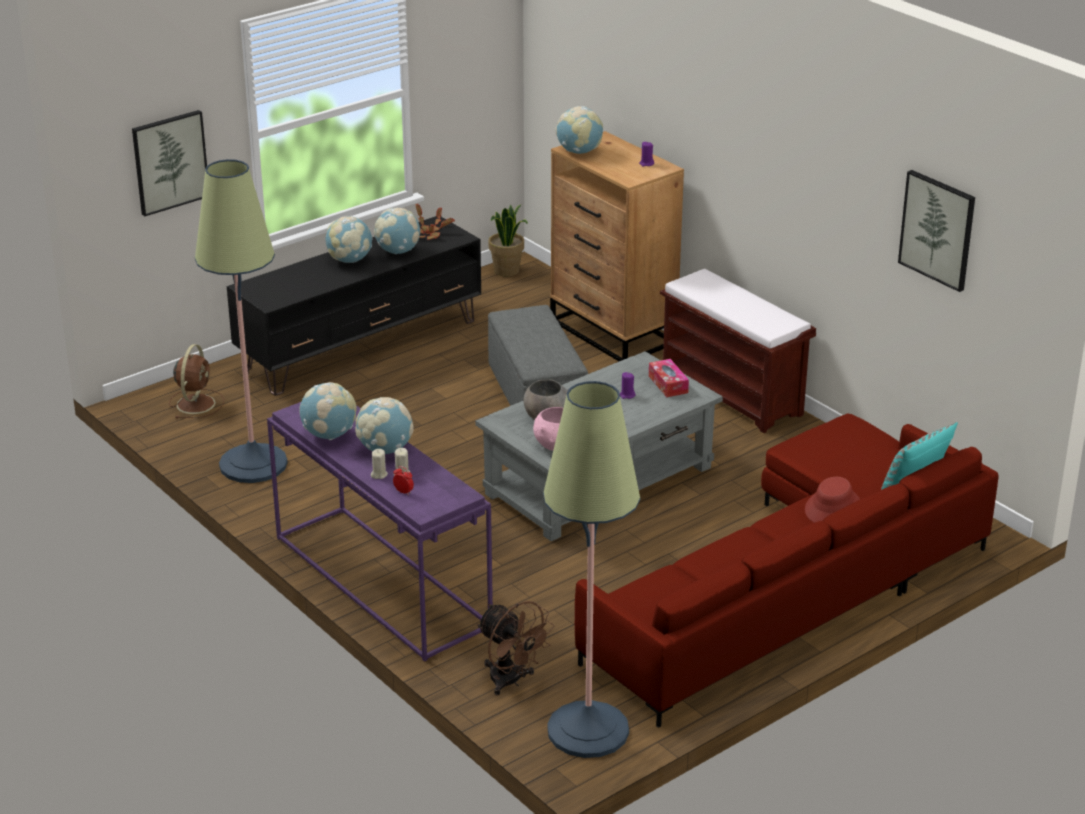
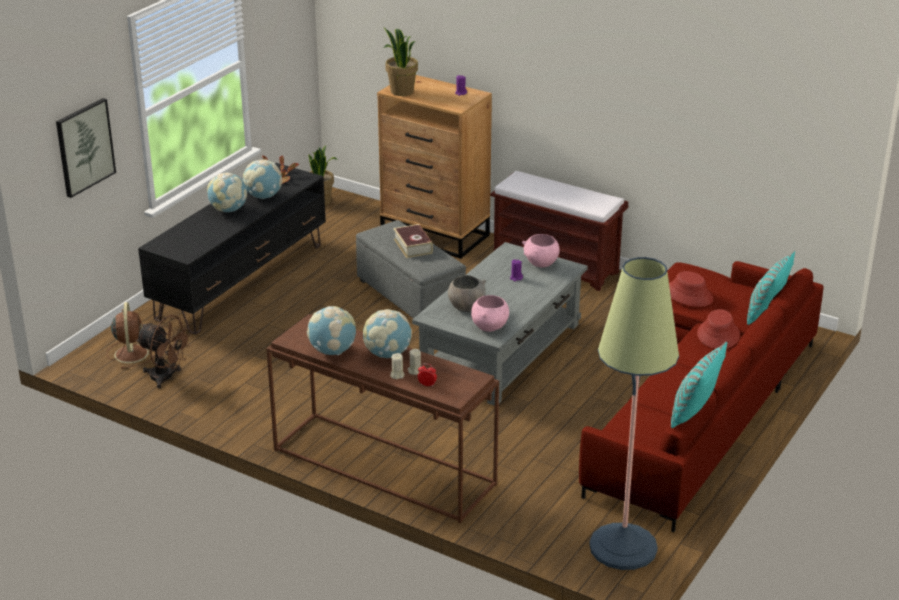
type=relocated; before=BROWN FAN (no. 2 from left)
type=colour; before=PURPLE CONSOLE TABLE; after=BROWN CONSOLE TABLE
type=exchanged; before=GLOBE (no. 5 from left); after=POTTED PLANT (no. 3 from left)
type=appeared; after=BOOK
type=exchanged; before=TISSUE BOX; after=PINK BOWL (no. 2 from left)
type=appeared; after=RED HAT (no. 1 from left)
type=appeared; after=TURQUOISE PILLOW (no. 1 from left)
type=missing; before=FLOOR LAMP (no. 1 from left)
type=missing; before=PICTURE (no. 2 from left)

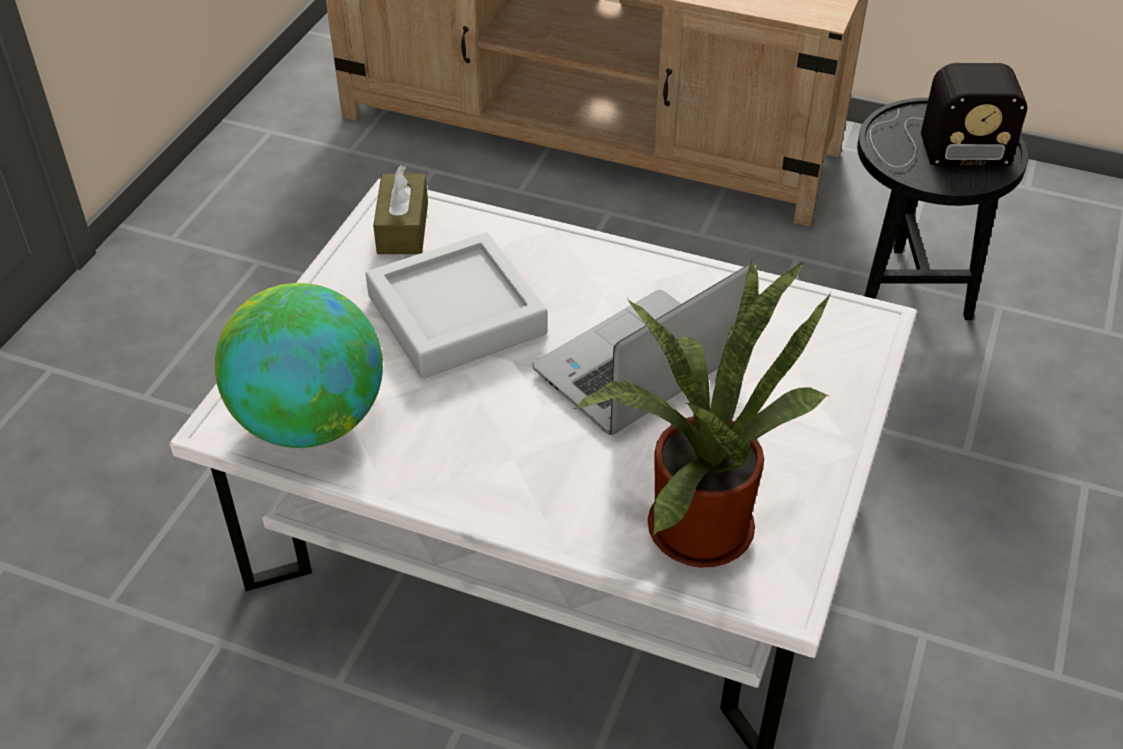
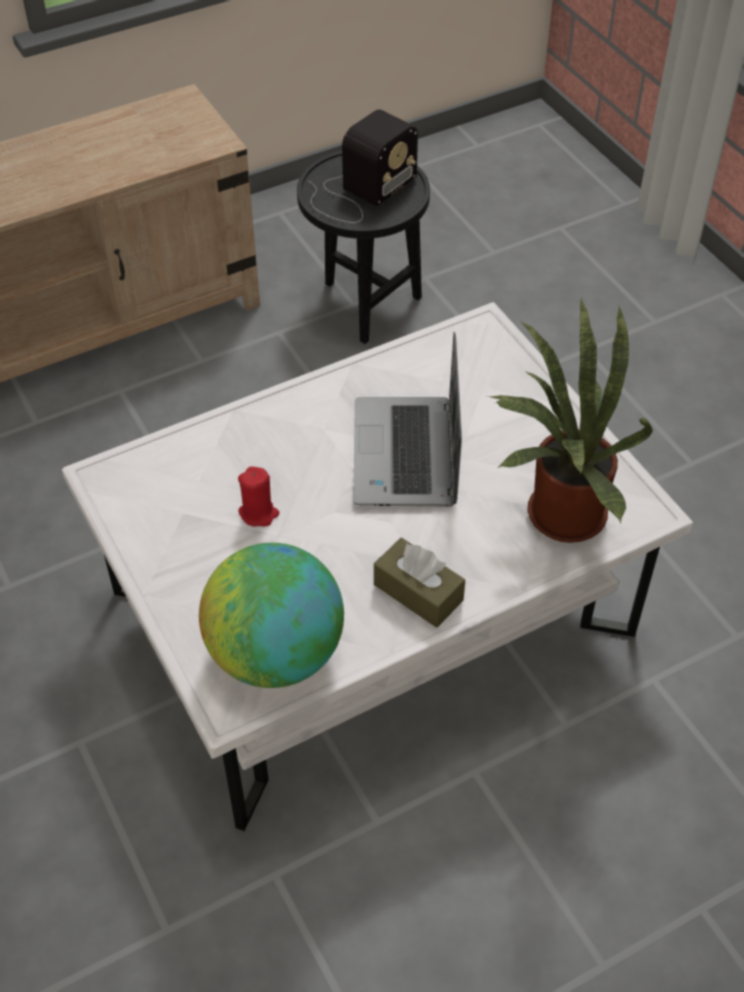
type=exchanged; before=GREY TRAY; after=RED CANDLE
type=relocated; before=BROWN TISSUE BOX

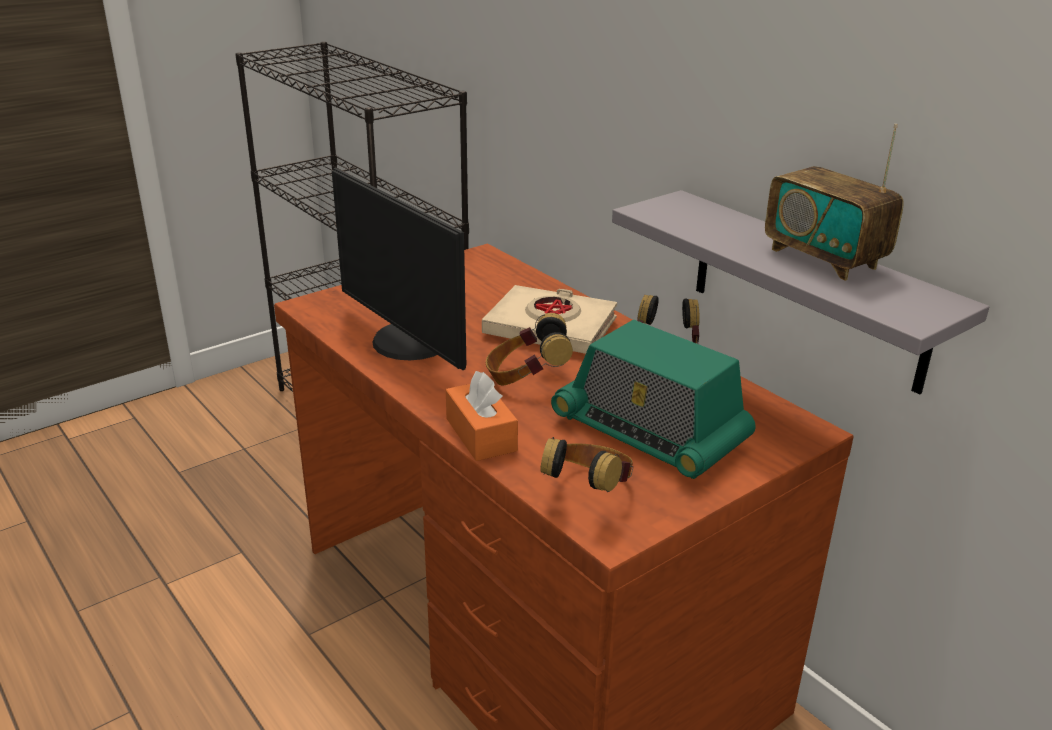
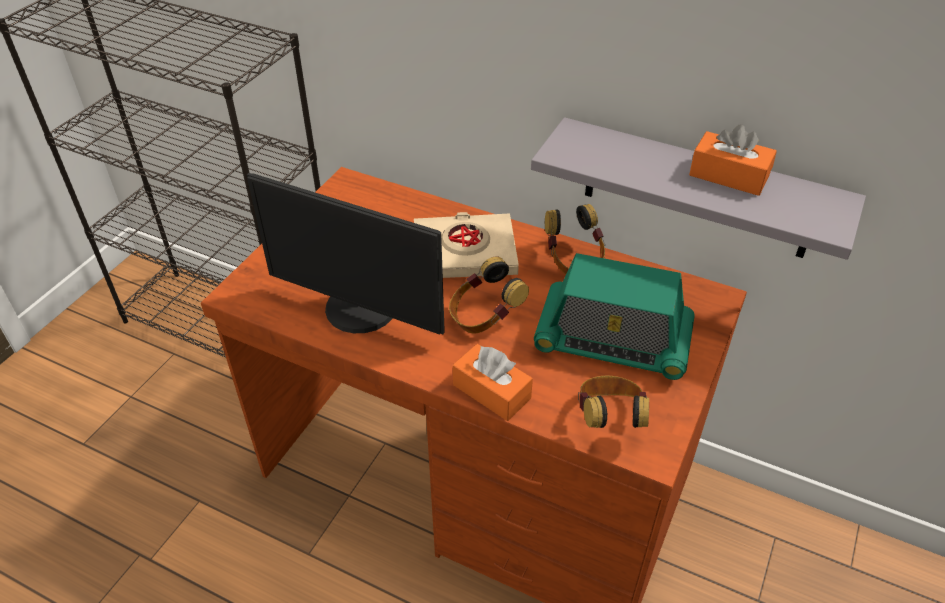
type=exchanged; before=RADIO (no. 2 from left); after=ORANGE TISSUE BOX (no. 2 from left)

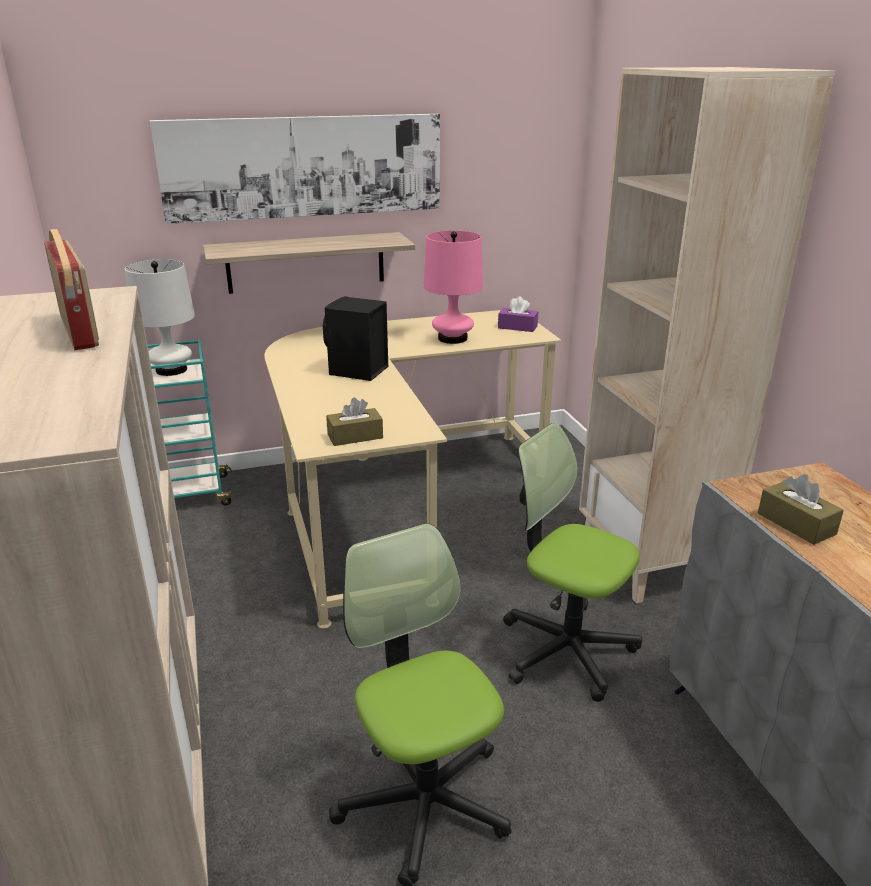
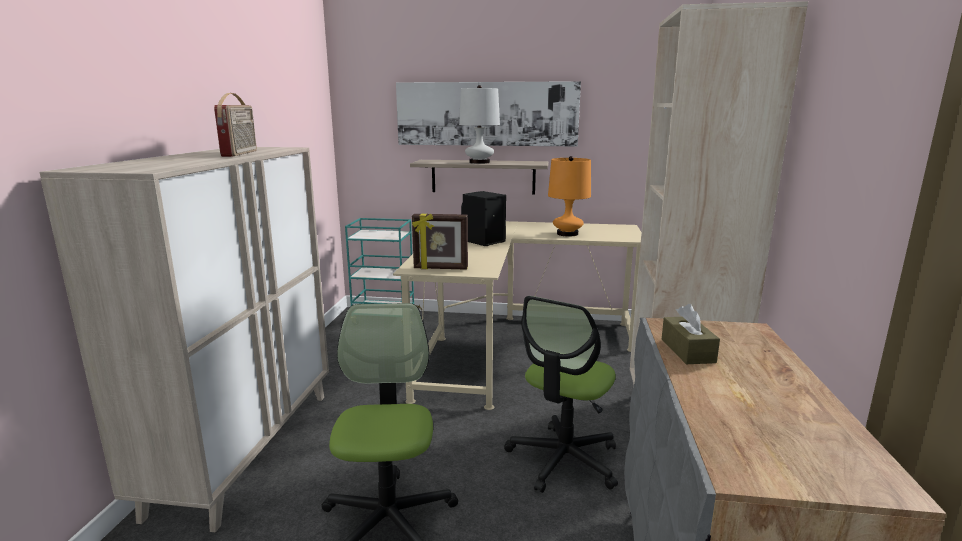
type=exchanged; before=BROWN TISSUE BOX (no. 1 from left); after=PICTURE FRAME
type=relocated; before=WHITE TABLE LAMP
type=spun; before=OFFICE CHAIR (no. 2 from left); turn=-120
type=colour; before=PINK TABLE LAMP; after=ORANGE TABLE LAMP
type=missing; before=PURPLE TISSUE BOX

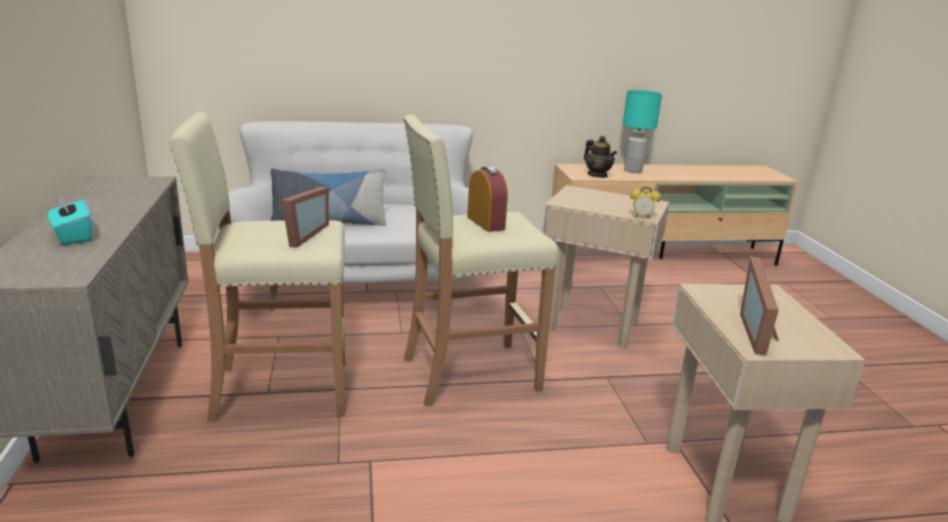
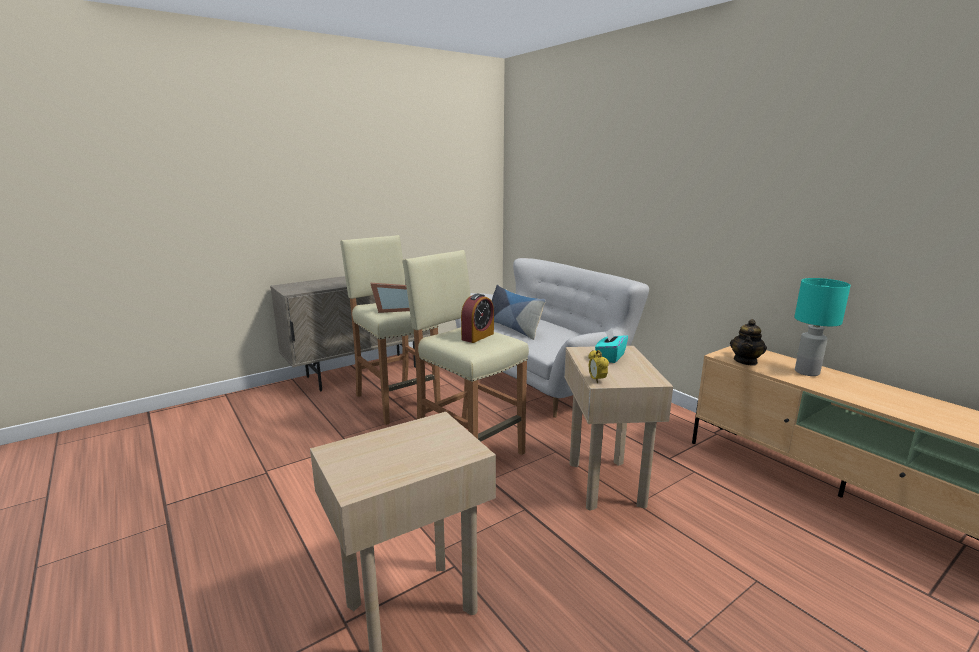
type=relocated; before=TURQUOISE TISSUE BOX
type=missing; before=PICTURE FRAME (no. 2 from left)

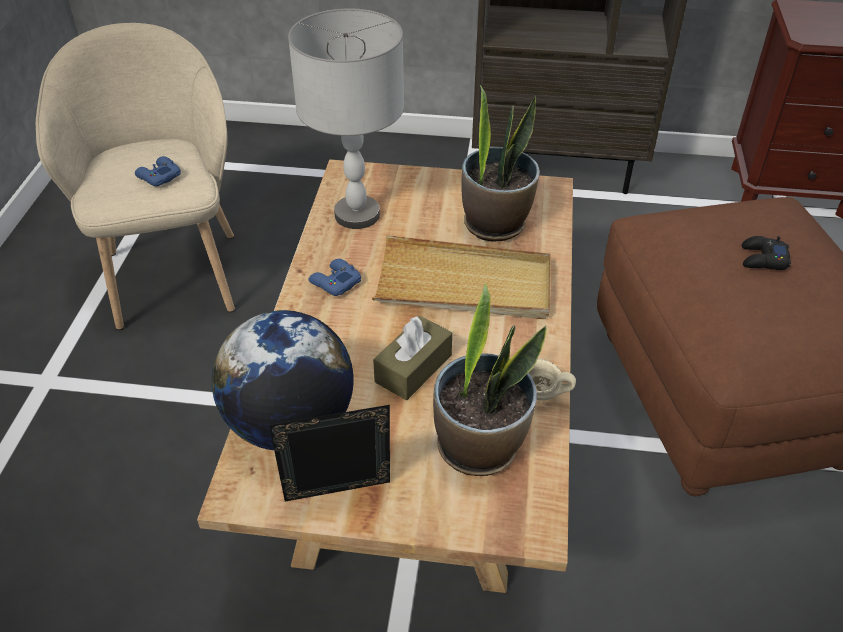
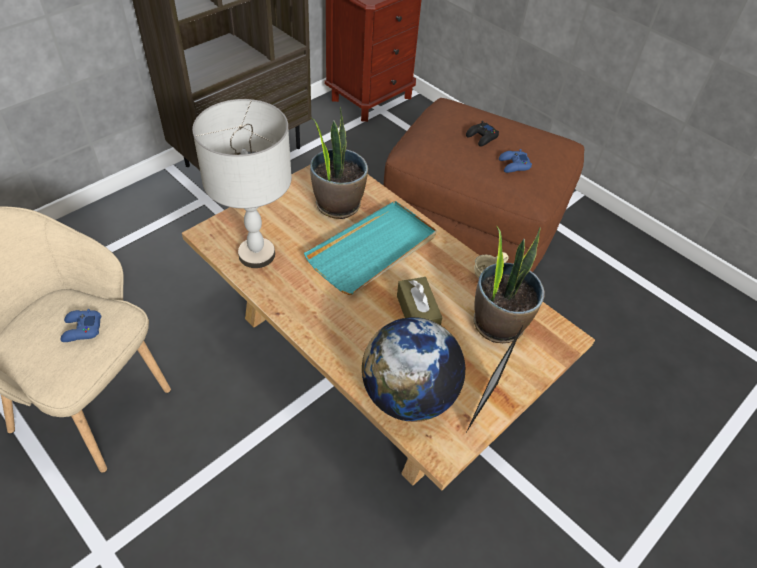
type=colour; before=BEIGE TRAY; after=TURQUOISE TRAY
type=relocated; before=BLUE GAME CONTROLLER (no. 2 from left)

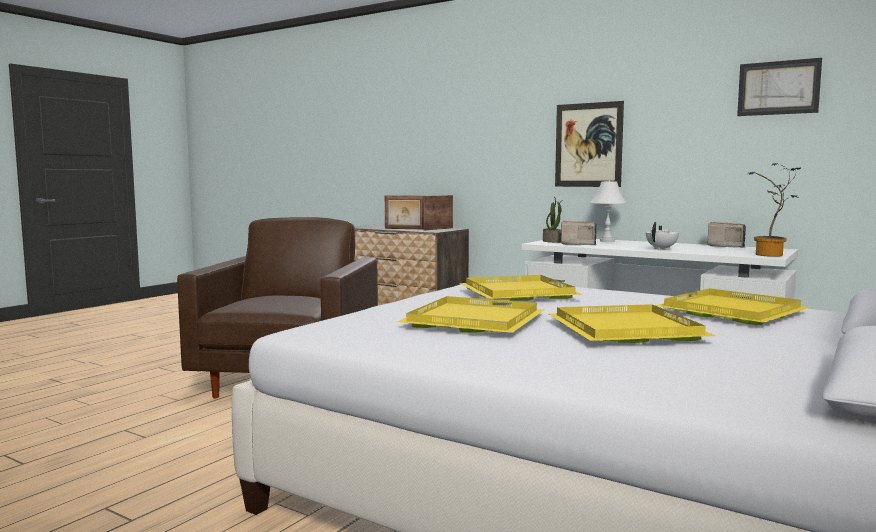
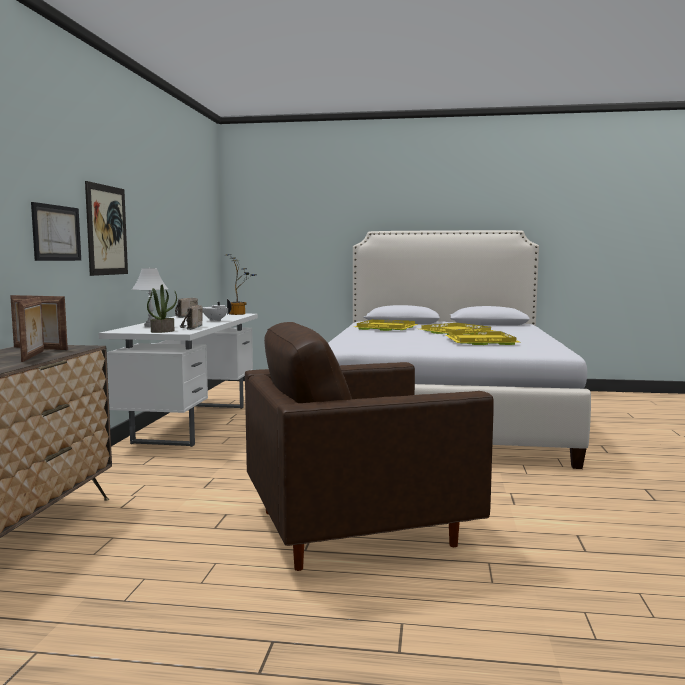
type=relocated; before=PICTURE (no. 2 from left in the first image); after=PICTURE (no. 1 from left)
type=missing; before=YELLOW TRAY (no. 2 from left)

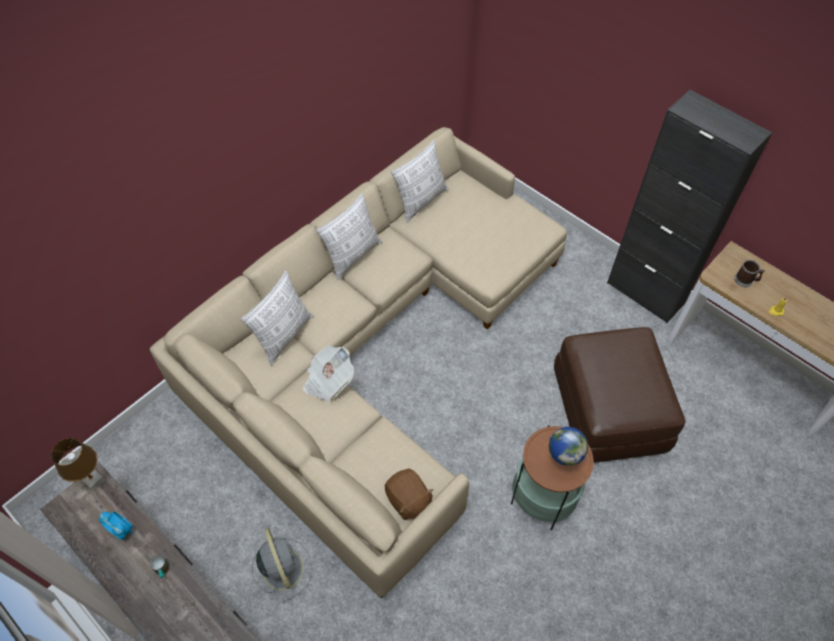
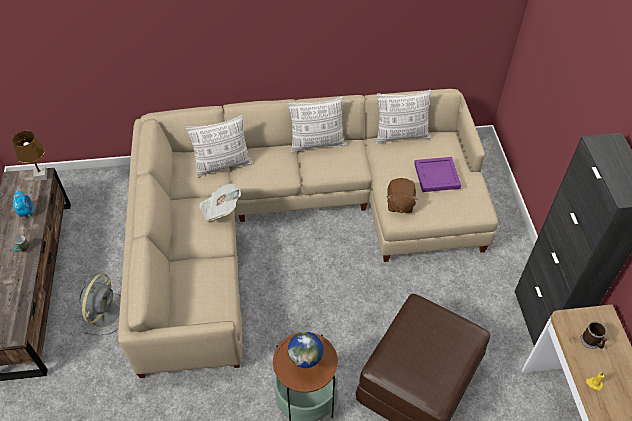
type=relocated; before=BROWN PLUSH TOY
type=appeared; after=PURPLE TRAY

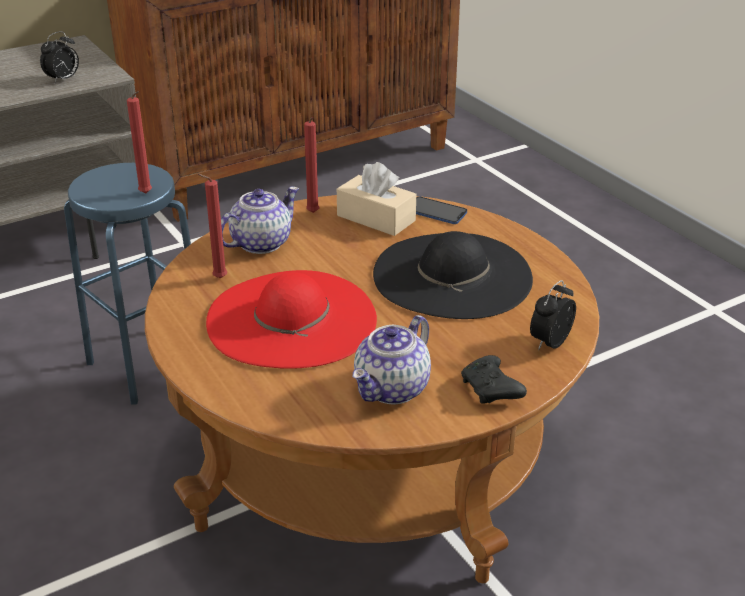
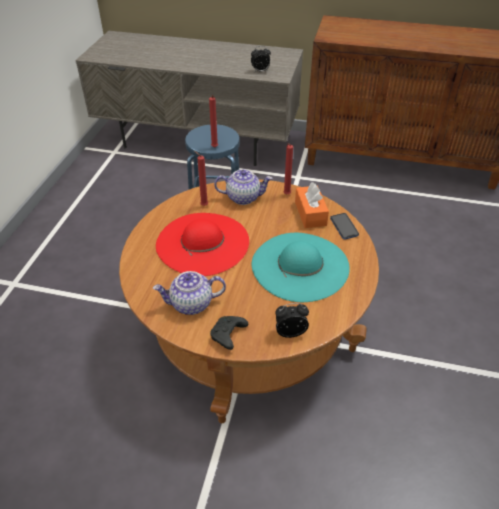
type=colour; before=BLACK HAT; after=TURQUOISE HAT
type=colour; before=BEIGE TISSUE BOX; after=ORANGE TISSUE BOX

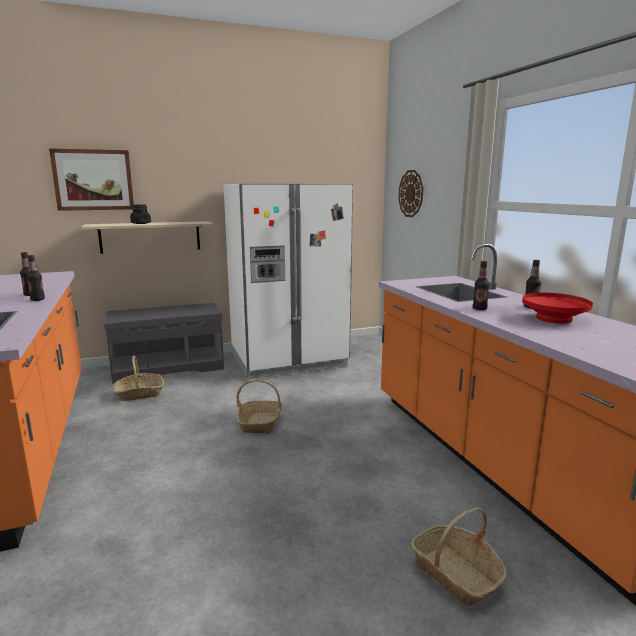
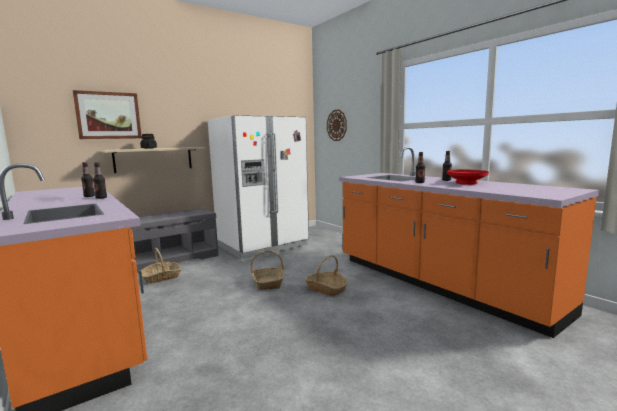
type=relocated; before=BASKET (no. 3 from left)

